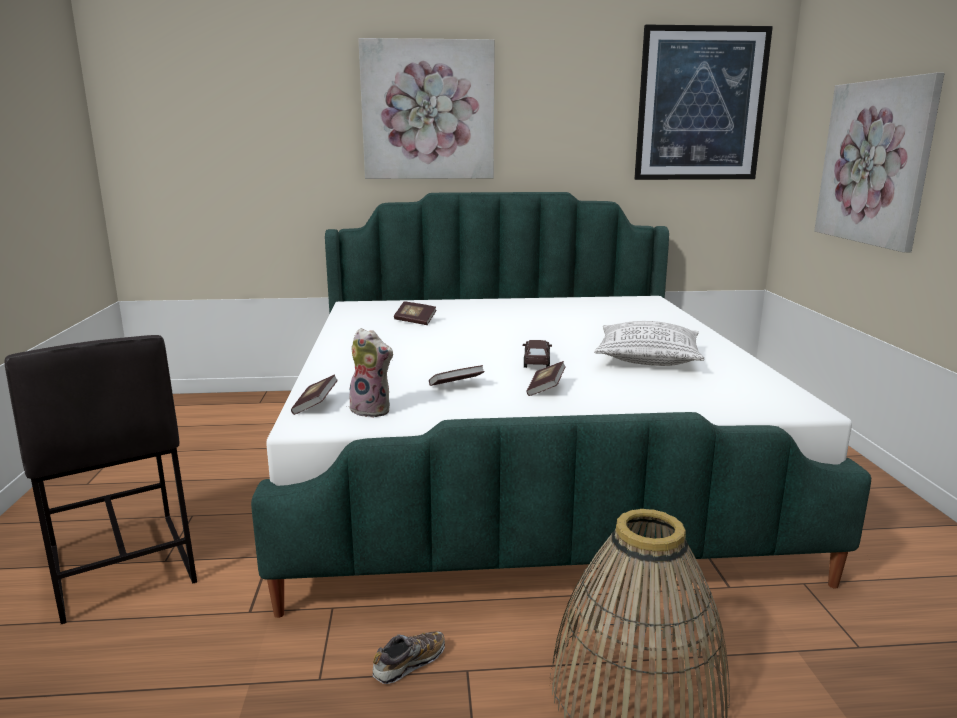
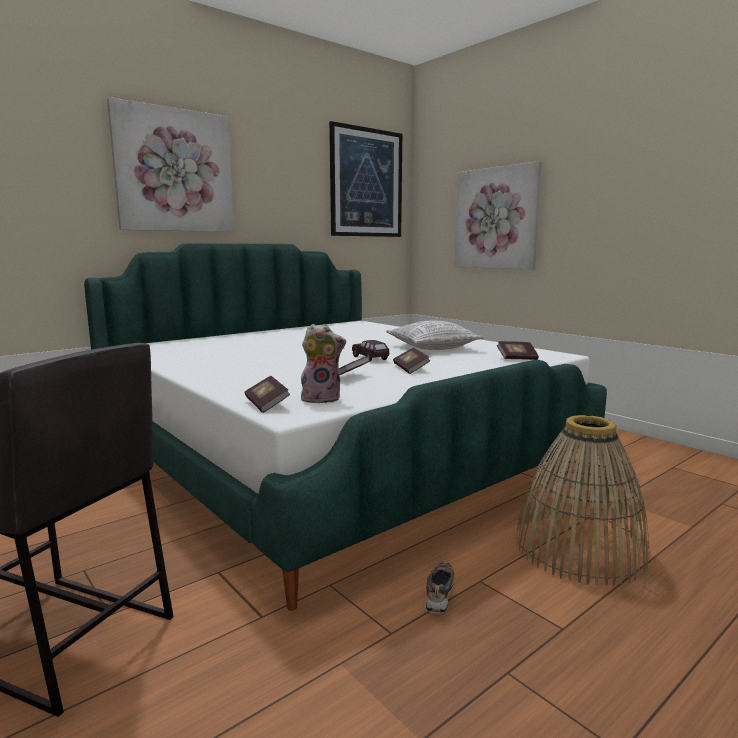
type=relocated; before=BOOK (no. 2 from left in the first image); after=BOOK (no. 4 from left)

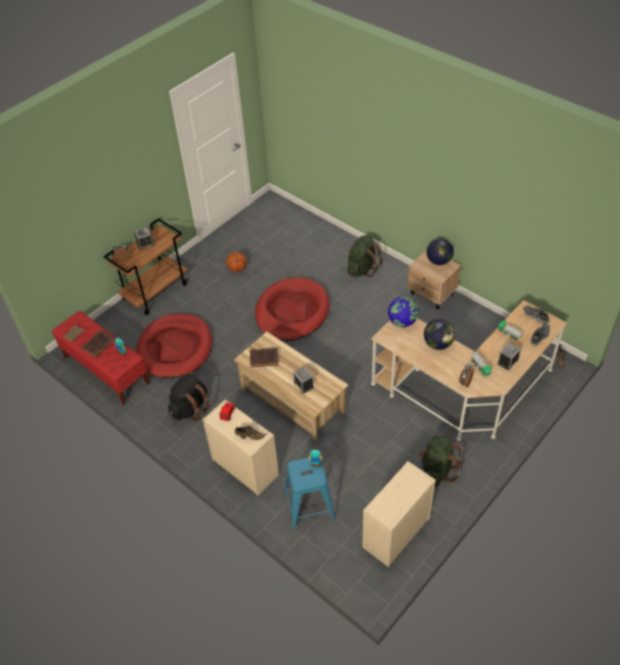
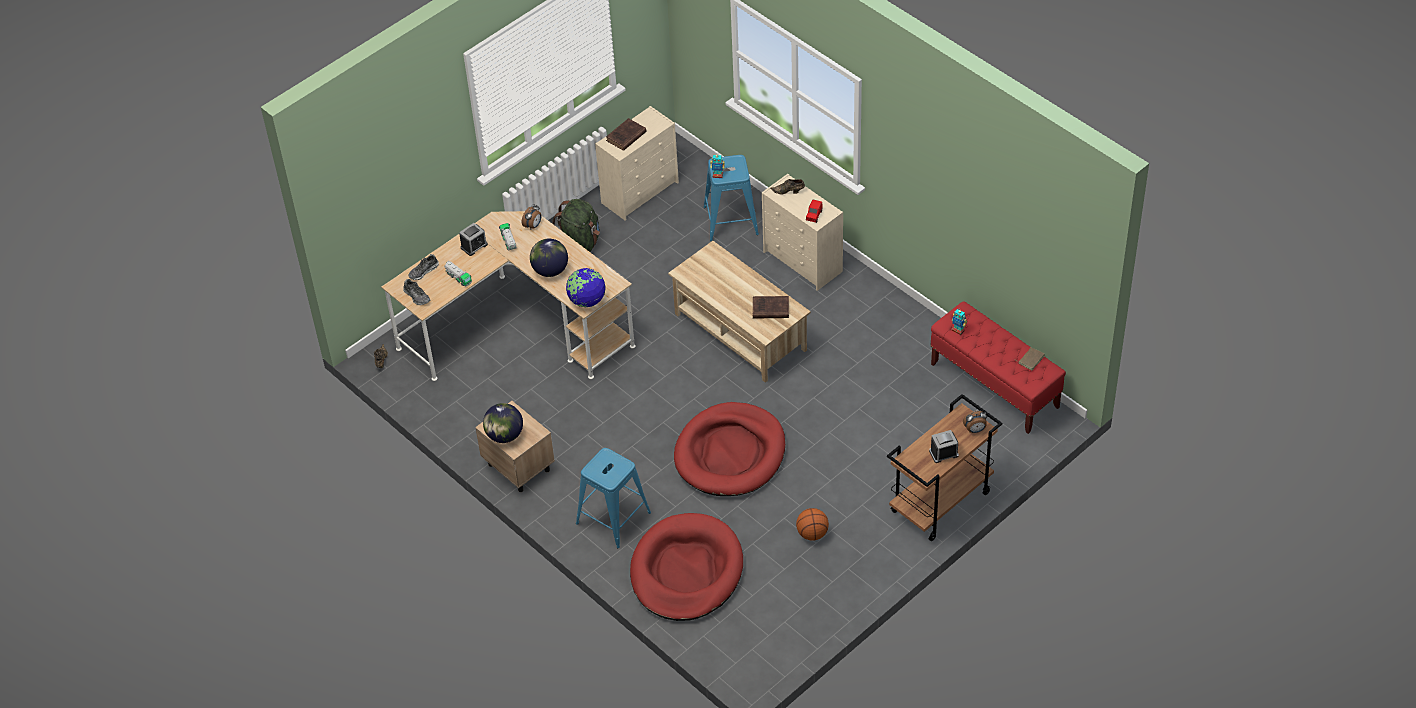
type=exchanged; before=GREEN BACKPACK (no. 1 from left); after=BLUE STOOL (no. 1 from left)
type=relocated; before=BROWN BOOK (no. 2 from left in the first image); after=BROWN BOOK (no. 1 from left)
type=relocated; before=RED DOG BED (no. 1 from left)
type=missing; before=BLACK BACKPACK
type=missing; before=ALARM CLOCK (no. 3 from left)

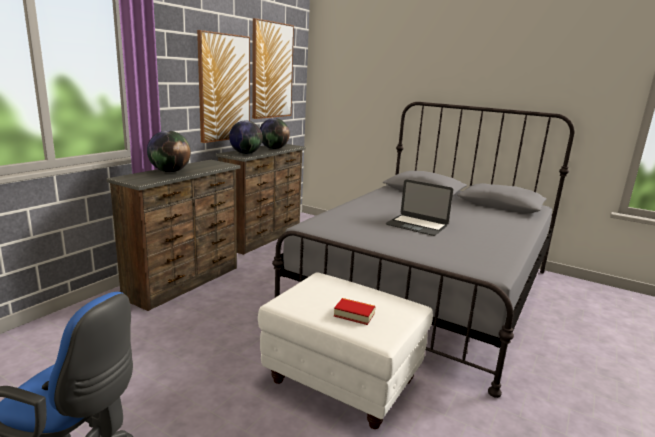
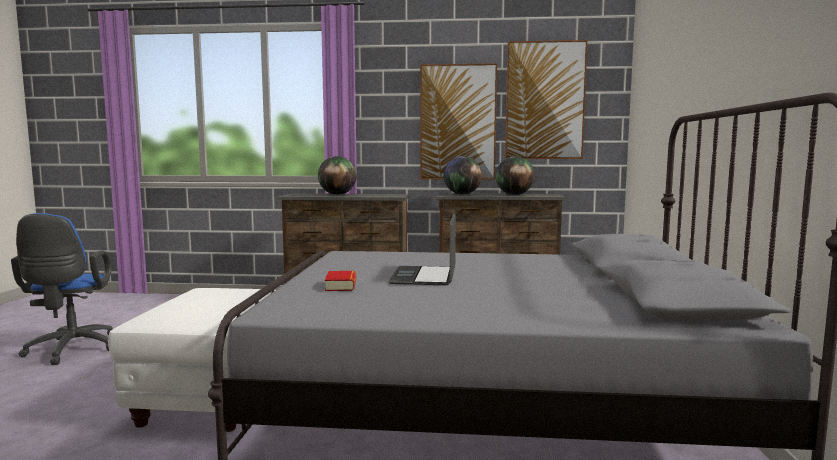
type=relocated; before=BOOK

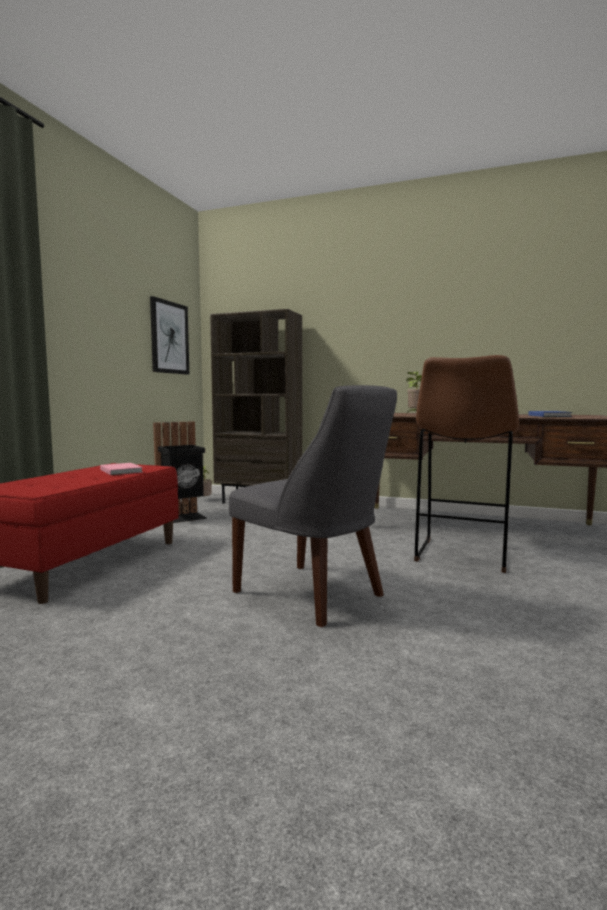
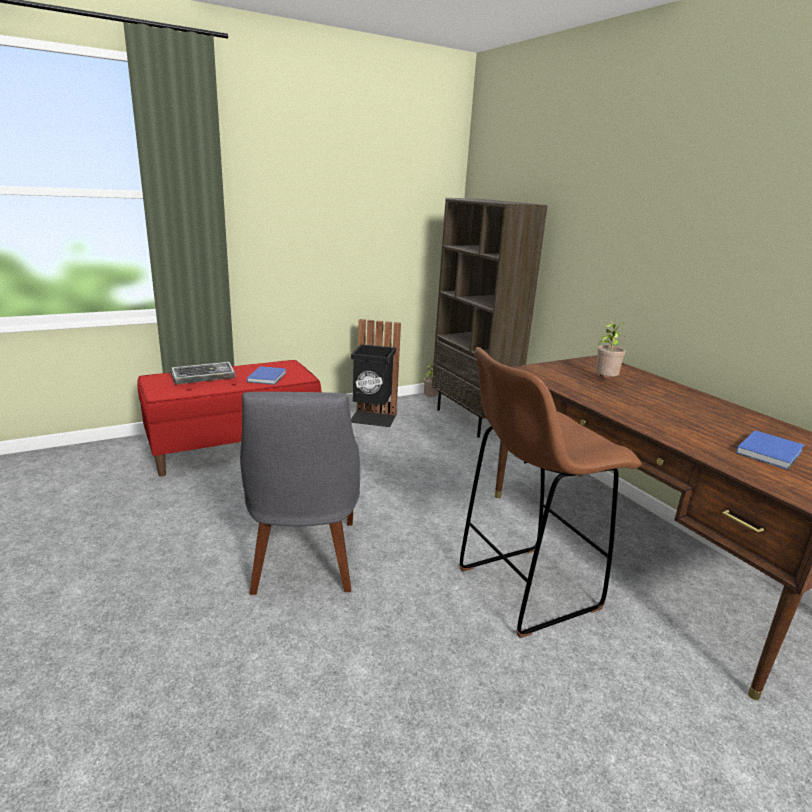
type=appeared; after=KEYBOARD
type=colour; before=PINK BOOK; after=BLUE BOOK (no. 1 from left)
type=missing; before=PICTURE

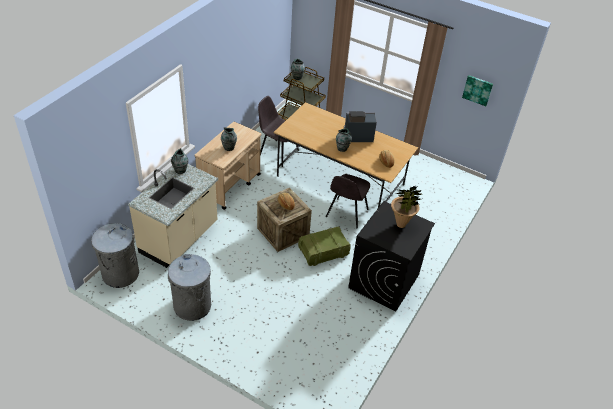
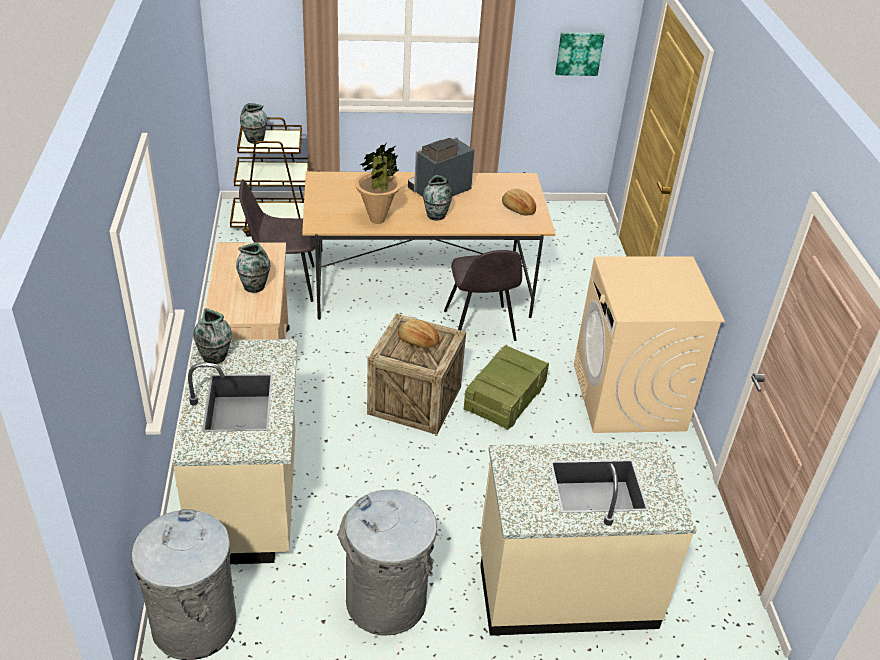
type=relocated; before=POTTED PLANT
type=appeared; after=BEIGE COUNTER (no. 2 from left)
type=colour; before=BLACK WASHING MACHINE; after=BEIGE WASHING MACHINE

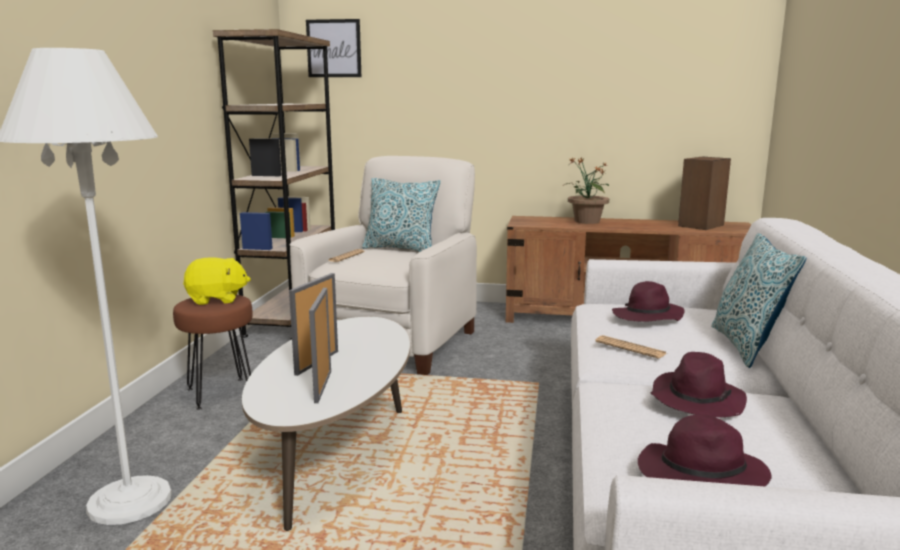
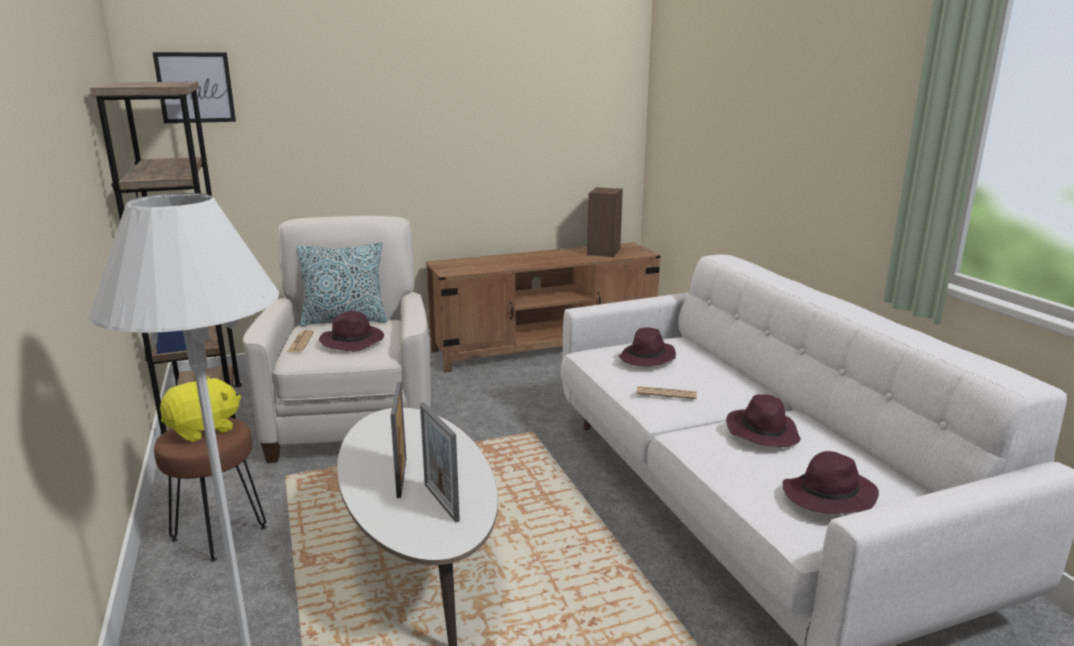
type=appeared; after=PURPLE HAT (no. 1 from left)
type=missing; before=POTTED PLANT
type=missing; before=PILLOW (no. 2 from left)

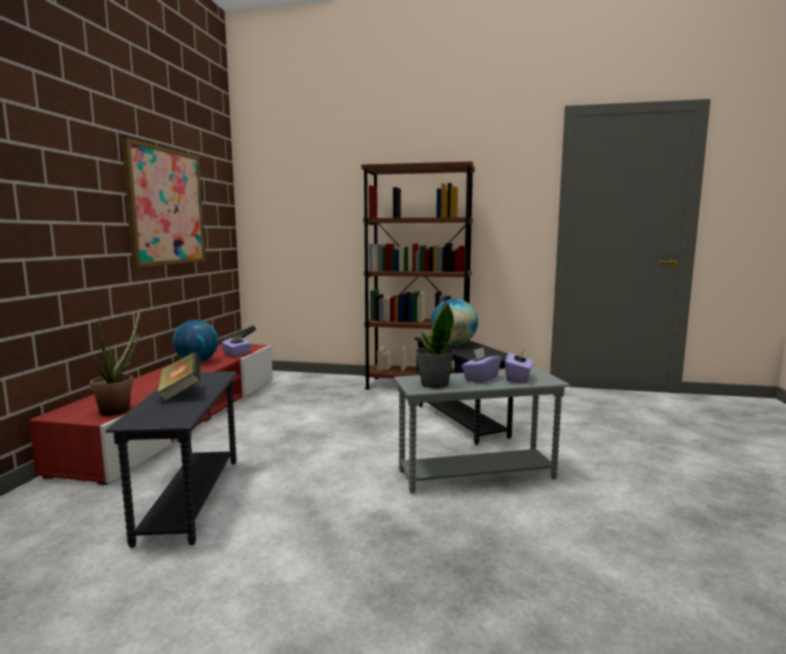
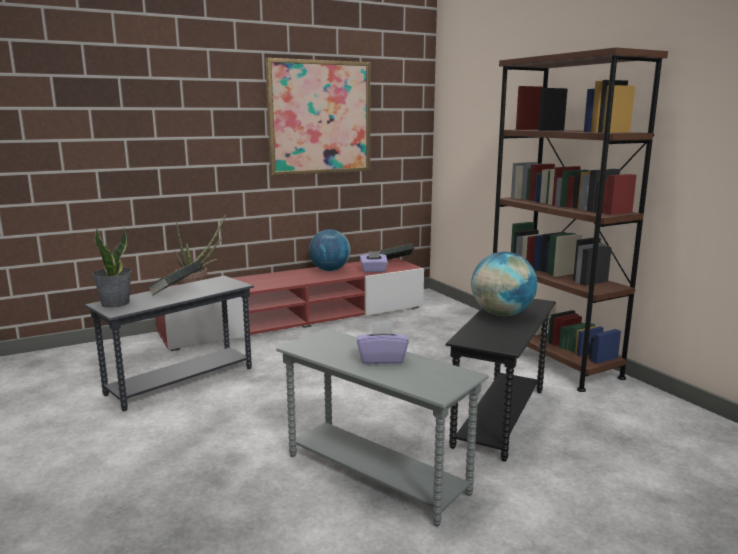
type=relocated; before=POTTED PLANT (no. 2 from left in the first image); after=POTTED PLANT (no. 1 from left)
type=missing; before=PURPLE TISSUE BOX (no. 3 from left)

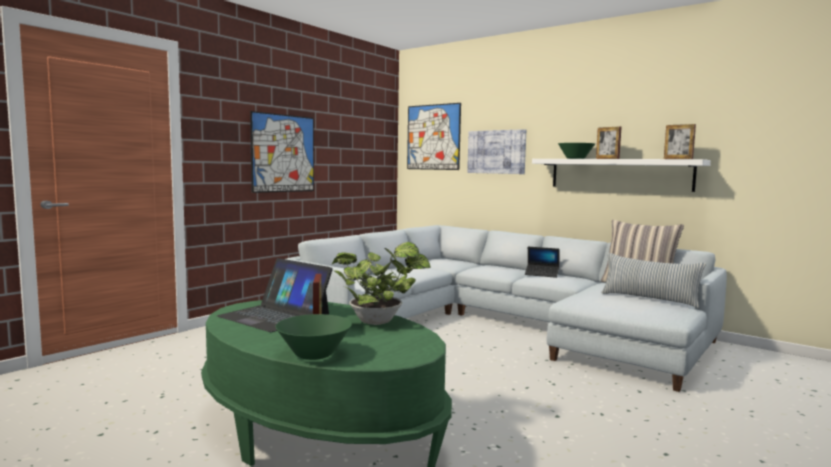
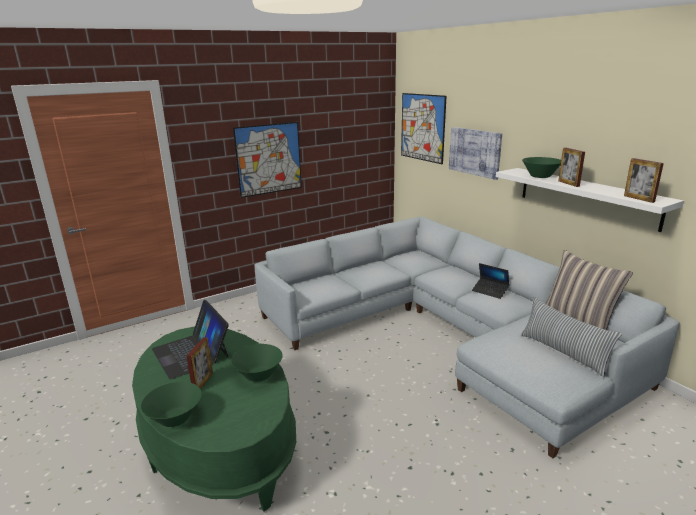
type=exchanged; before=POTTED PLANT; after=GREEN BOWL (no. 2 from left)

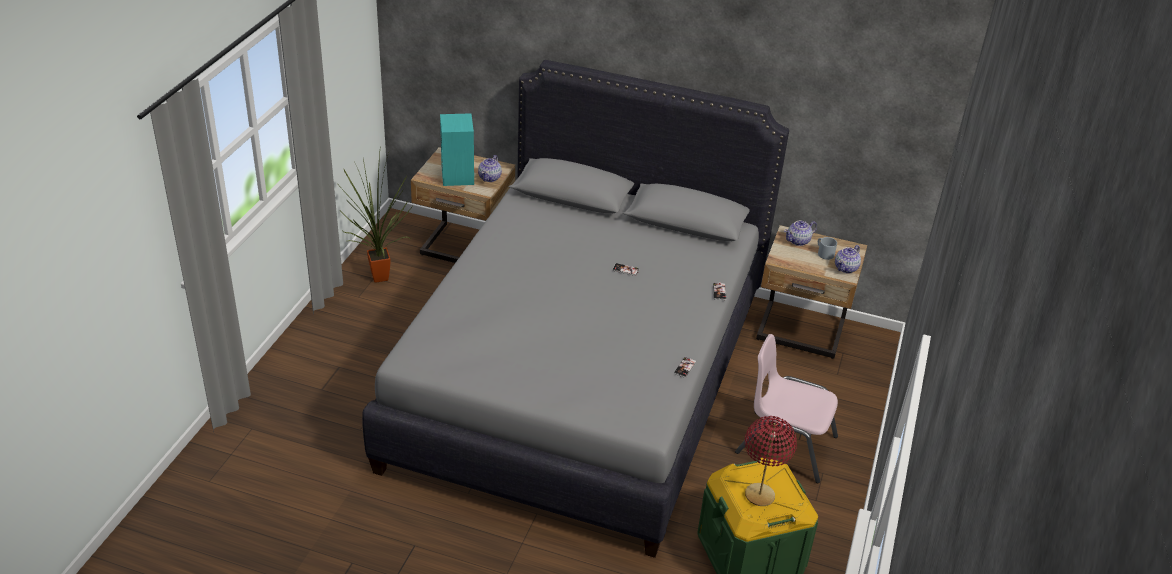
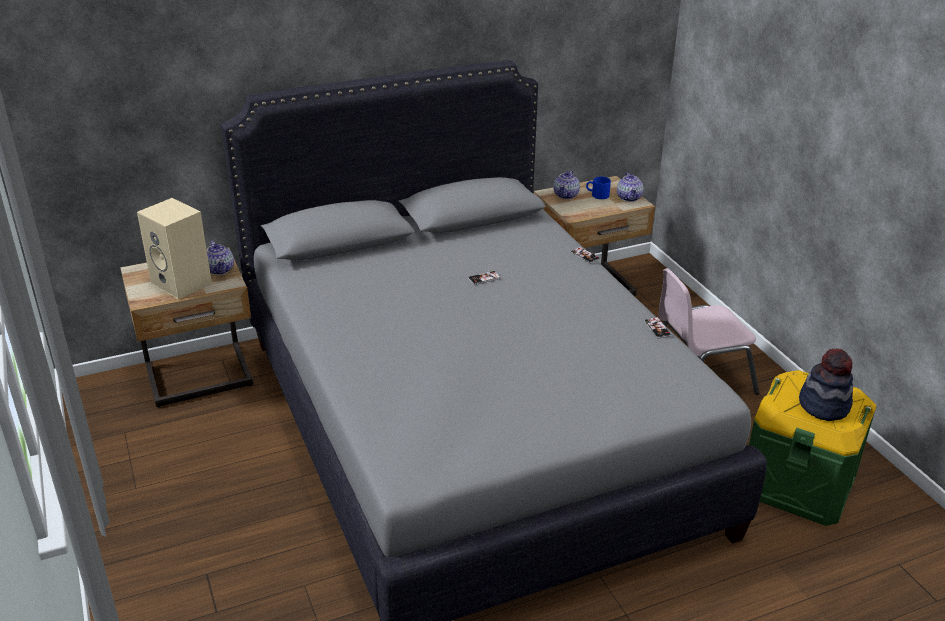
type=colour; before=TURQUOISE SPEAKER; after=BEIGE SPEAKER
type=colour; before=GREY MUG; after=BLUE MUG
type=exchanged; before=RED TABLE LAMP; after=HAT
type=missing; before=POTTED PLANT

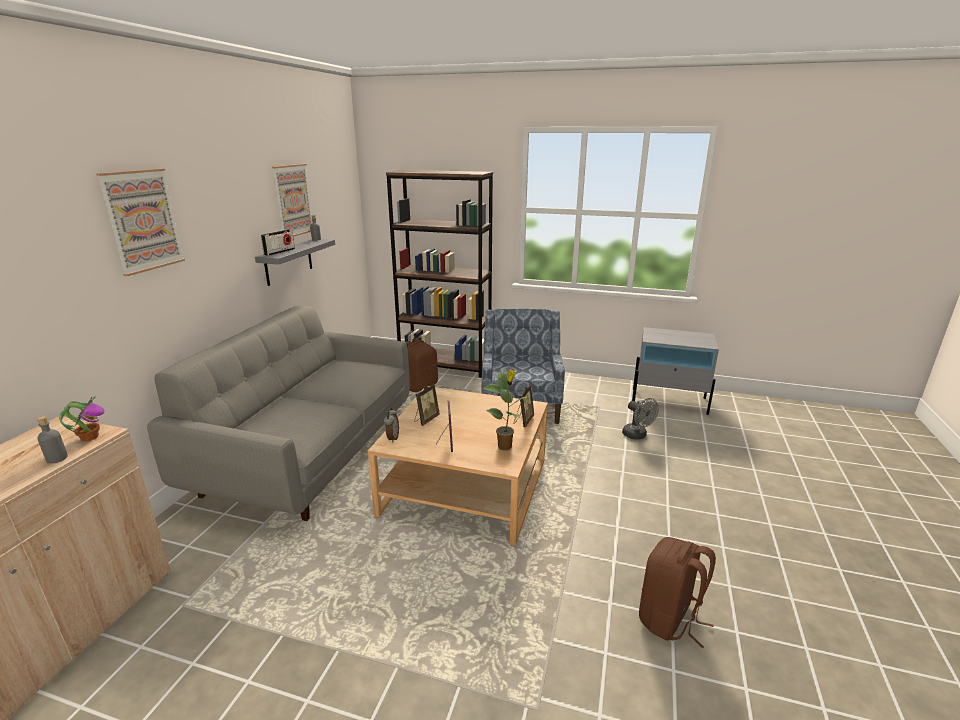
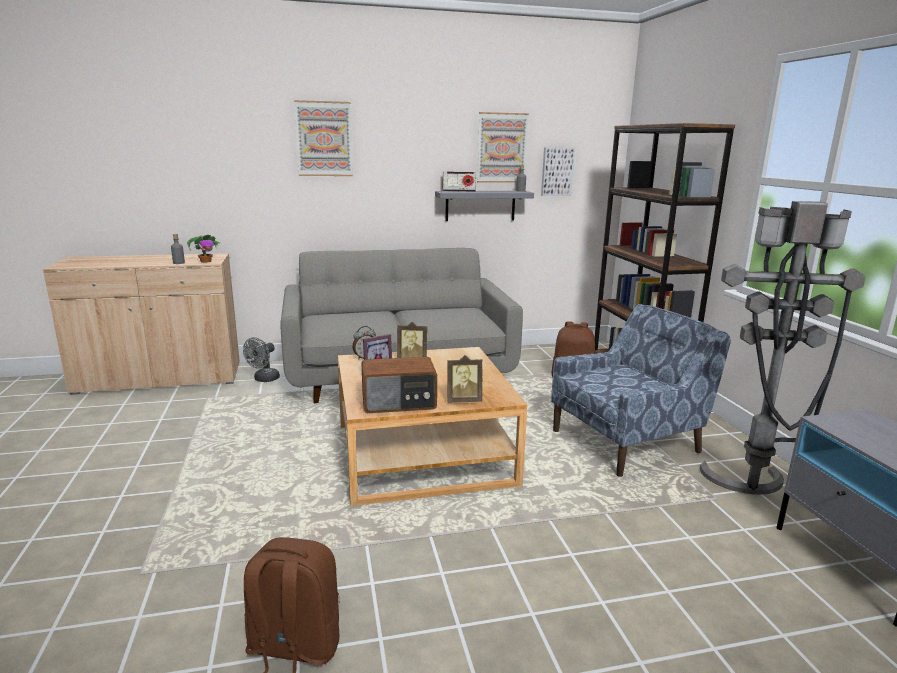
type=relocated; before=GREY FAN
type=exchanged; before=POTTED PLANT (no. 2 from left); after=RADIO (no. 1 from left)
type=appeared; after=PICTURE (no. 3 from left)
type=appeared; after=GREY FLOOR LAMP

